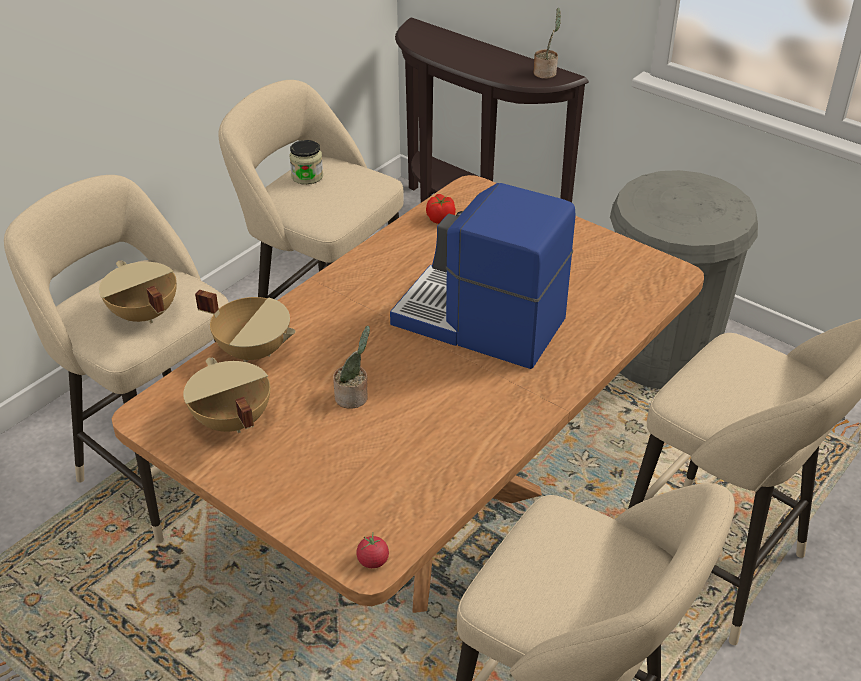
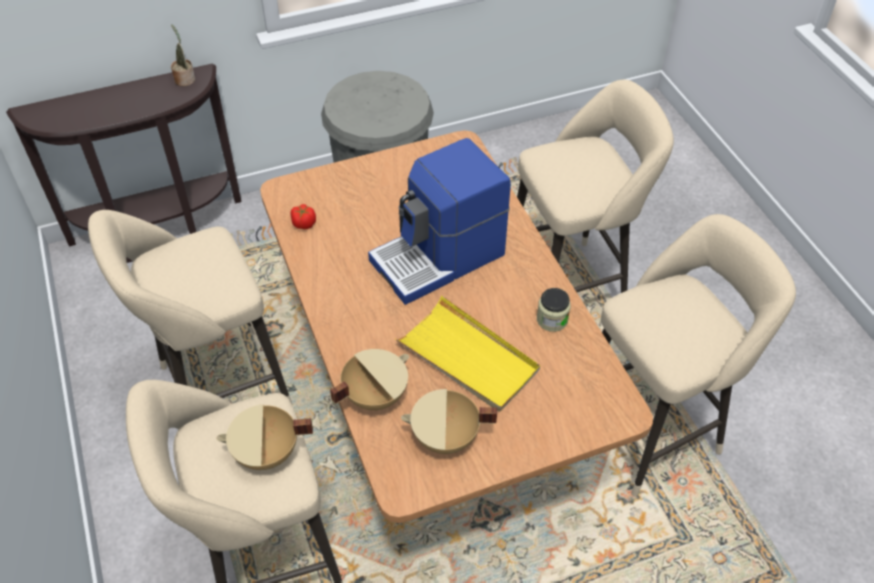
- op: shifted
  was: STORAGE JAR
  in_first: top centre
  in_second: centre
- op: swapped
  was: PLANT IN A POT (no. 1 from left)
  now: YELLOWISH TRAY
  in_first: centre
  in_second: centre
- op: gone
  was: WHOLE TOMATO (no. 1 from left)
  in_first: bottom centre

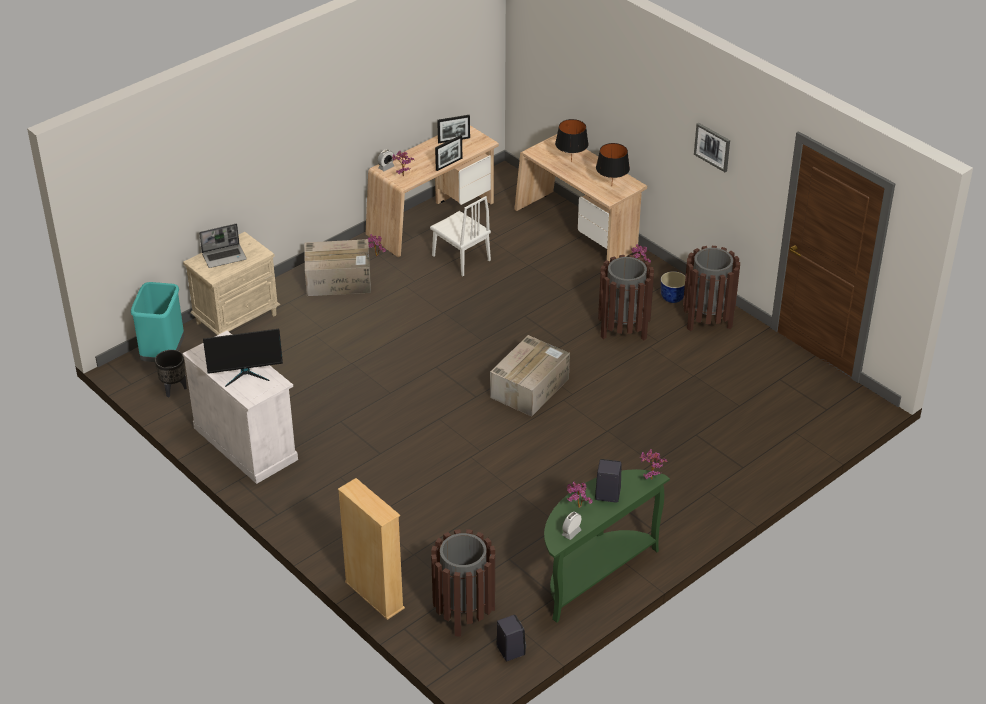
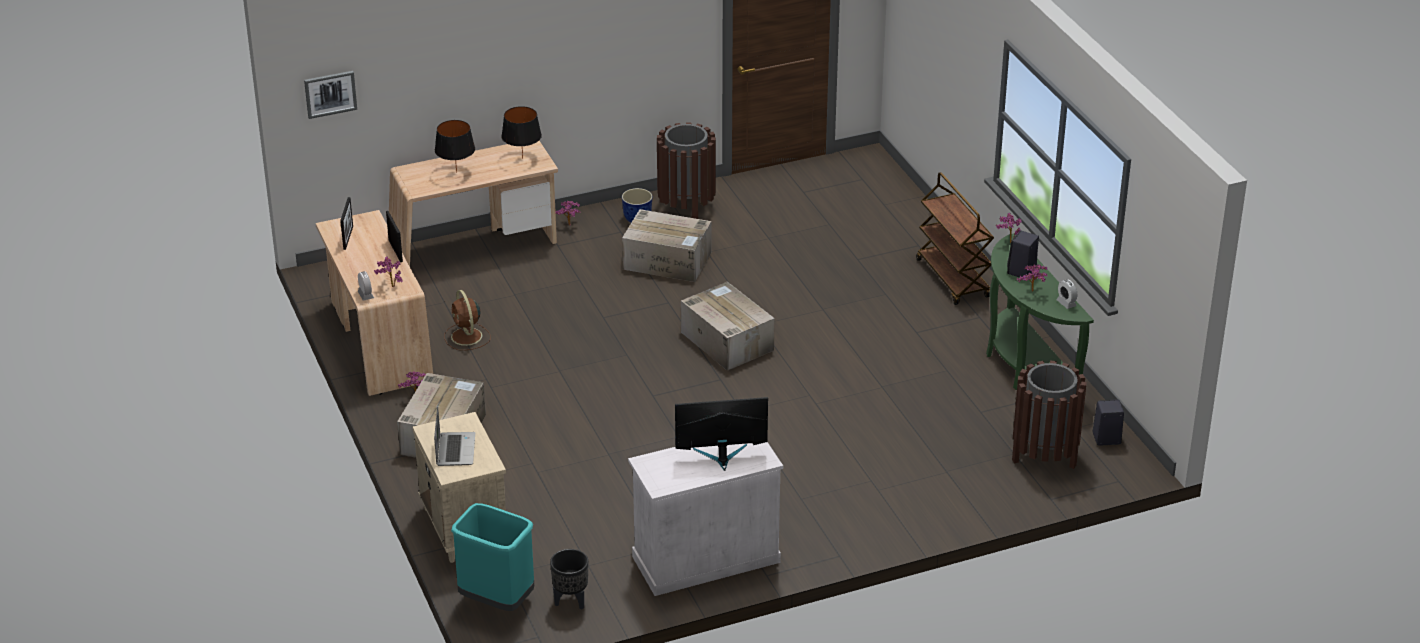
- op: shifted
  was: PICTURE
  in_first: top right
  in_second: top left
- op: swapped
  was: WHITE-COLOURED CHAIR
  now: BROWN-COLOURED COOLING FAN
  in_first: centre
  in_second: middle left
- op: swapped
  was: BROWN-COLOURED RUBBISH BIN (no. 2 from left)
  now: CARTON (no. 2 from left)
  in_first: centre
  in_second: centre
- op: rotated
  was: COMPUTER SCREEN
  in_first: middle left
  in_second: bottom centre
  clockwise: -105
- op: gone
  was: SAND-COLOURED SHELVING UNIT
  in_first: bottom centre
- op: new
  now: BROWN-COLOURED TROLLEY
  in_second: middle right

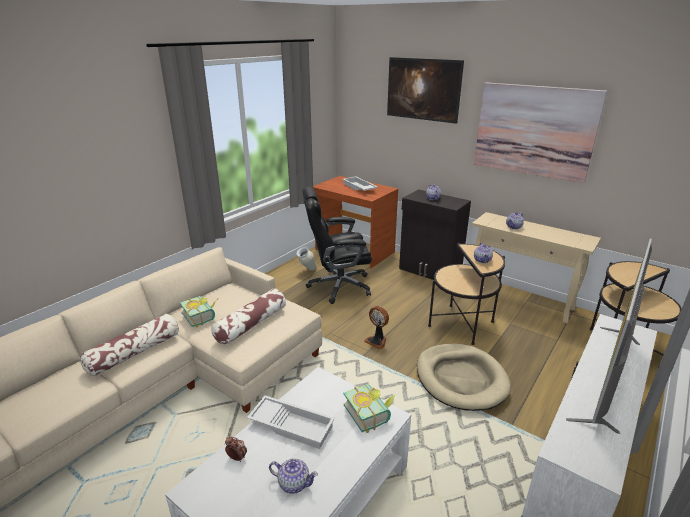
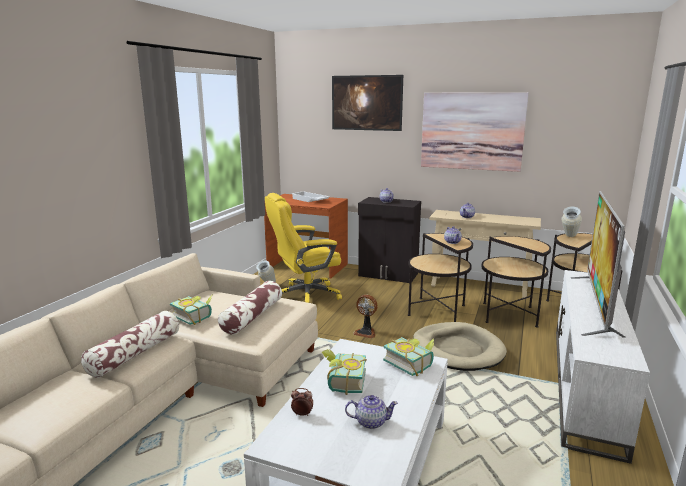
- op: repainted
  was: BLACK DESK CHAIR
  now: YELLOWISH DESK CHAIR
  in_first: centre
  in_second: centre
- op: swapped
  was: WHITE-COLOURED TRAY (no. 1 from left)
  now: VOLUME (no. 2 from left)
  in_first: bottom centre
  in_second: bottom centre
- op: new
  now: DECORATIVE VASE (no. 2 from left)
  in_second: middle right
- op: new
  now: SIDE TABLE (no. 2 from left)
  in_second: middle right

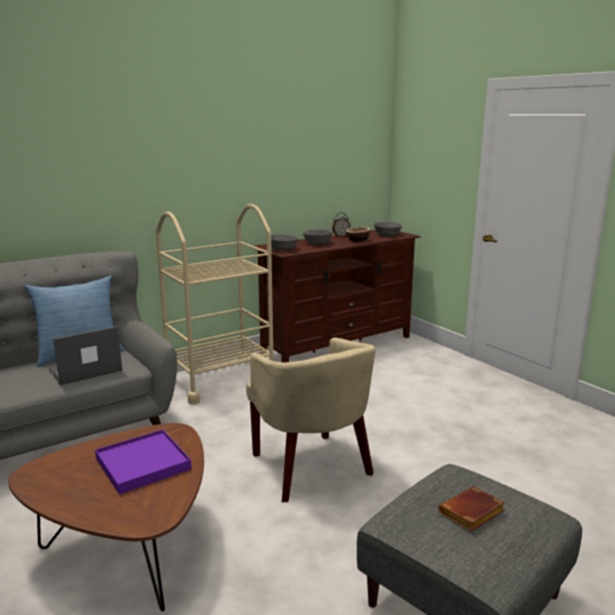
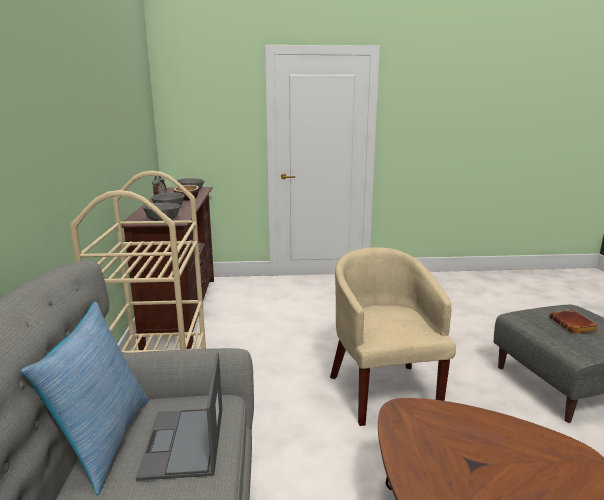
- op: rotated
  was: SAND-COLOURED LOUNGE CHAIR
  in_first: bottom centre
  in_second: bottom centre
  clockwise: -105
- op: gone
  was: PURPLE TRAY
  in_first: bottom left

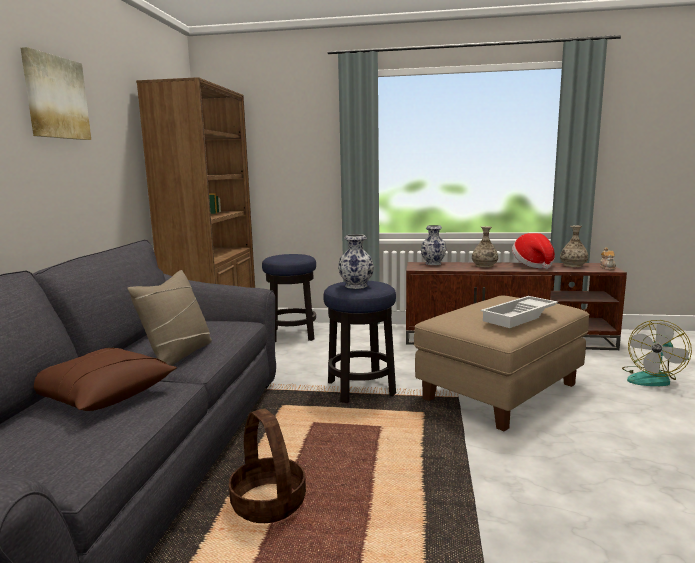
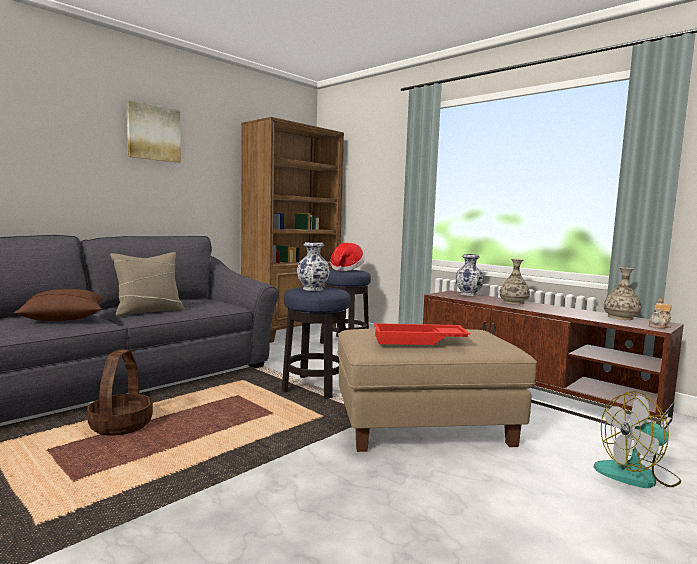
- op: shifted
  was: HAT
  in_first: middle right
  in_second: centre
- op: repainted
  was: WHITE-COLOURED TRAY
  now: RED-COLOURED TRAY
  in_first: middle right
  in_second: centre

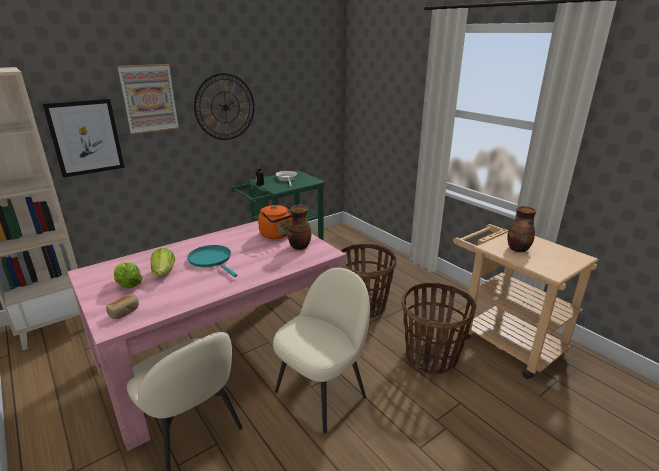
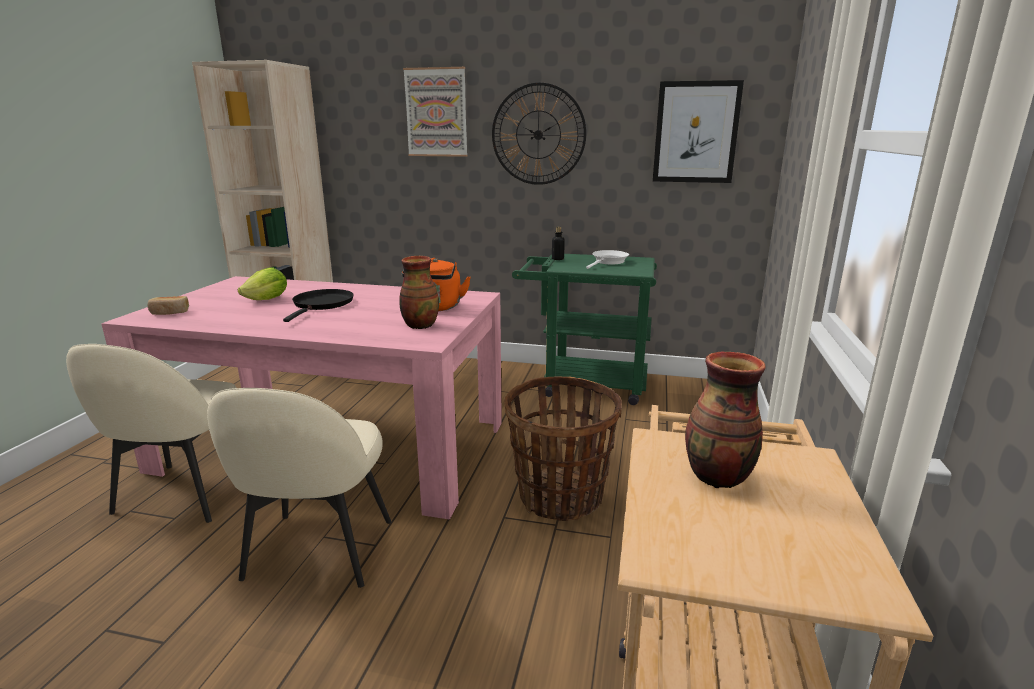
- op: shifted
  was: PICTURE (no. 1 from left in the first image)
  now: PICTURE (no. 2 from left)
  in_first: top left
  in_second: top right
- op: repainted
  was: BLUE-GREEN FRYING PAN
  now: BLACK FRYING PAN
  in_first: middle left
  in_second: middle left
- op: gone
  was: HEAD OF LETTUCE (no. 1 from left)
  in_first: middle left
- op: rotated
  was: SAND-COLOURED CHAIR (no. 2 from left)
  in_first: bottom centre
  in_second: bottom left
  clockwise: 90
- op: gone
  was: HOUSEHOLD BASKET (no. 2 from left)
  in_first: bottom centre

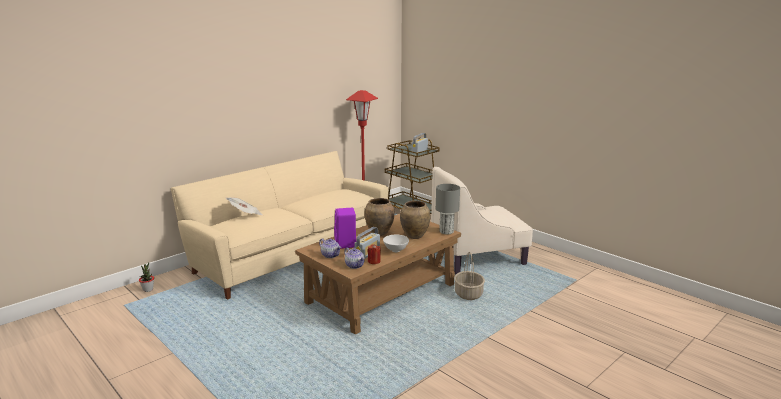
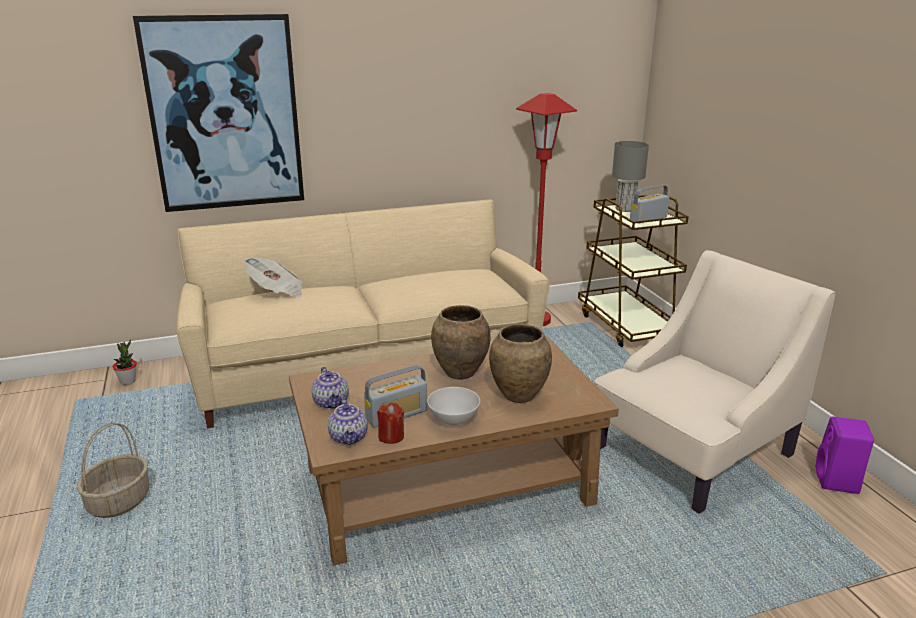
- op: rotated
  was: SAND-COLOURED LOUNGE CHAIR
  in_first: centre
  in_second: middle right
  clockwise: 135
- op: shifted
  was: GREY TABLE LAMP
  in_first: centre
  in_second: top right
- op: shifted
  was: PURPLE LOUDSPEAKER
  in_first: centre
  in_second: bottom right
- op: shifted
  was: HOUSEHOLD BASKET
  in_first: bottom centre
  in_second: bottom left
- op: new
  now: PICTURE
  in_second: top left

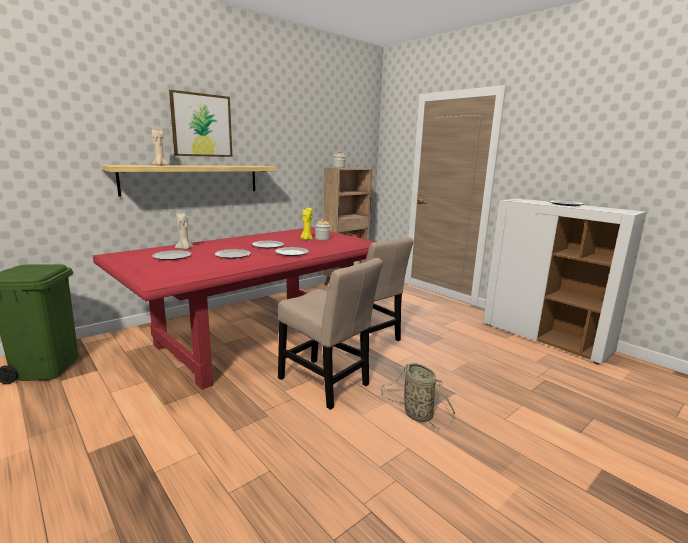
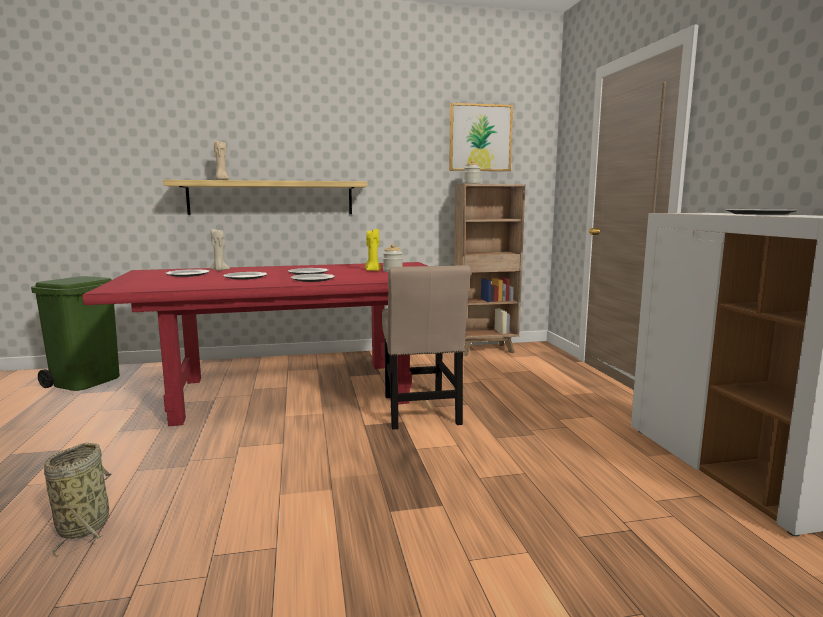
- op: shifted
  was: PICTURE
  in_first: top left
  in_second: top centre
- op: gone
  was: SAND-COLOURED CHAIR (no. 1 from left)
  in_first: centre
- op: shifted
  was: HOUSEHOLD BASKET
  in_first: bottom centre
  in_second: bottom left

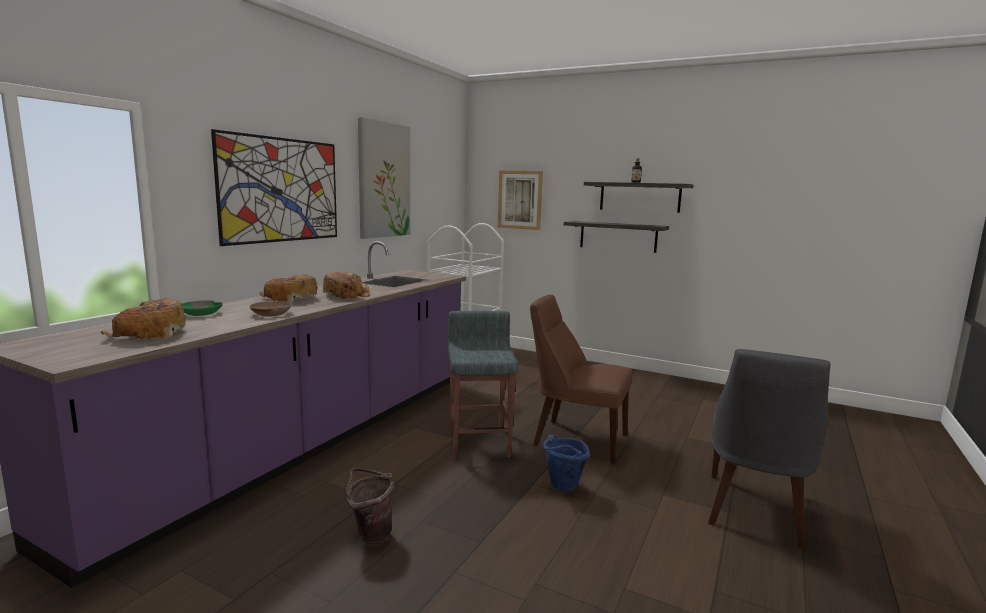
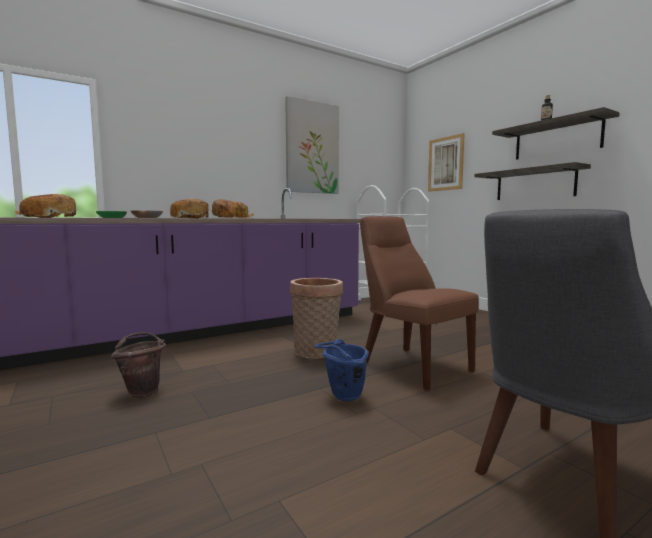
- op: gone
  was: PICTURE (no. 1 from left)
  in_first: top left
- op: swapped
  was: GREY STOOL SEAT
  now: HOUSEHOLD BASKET
  in_first: centre
  in_second: centre

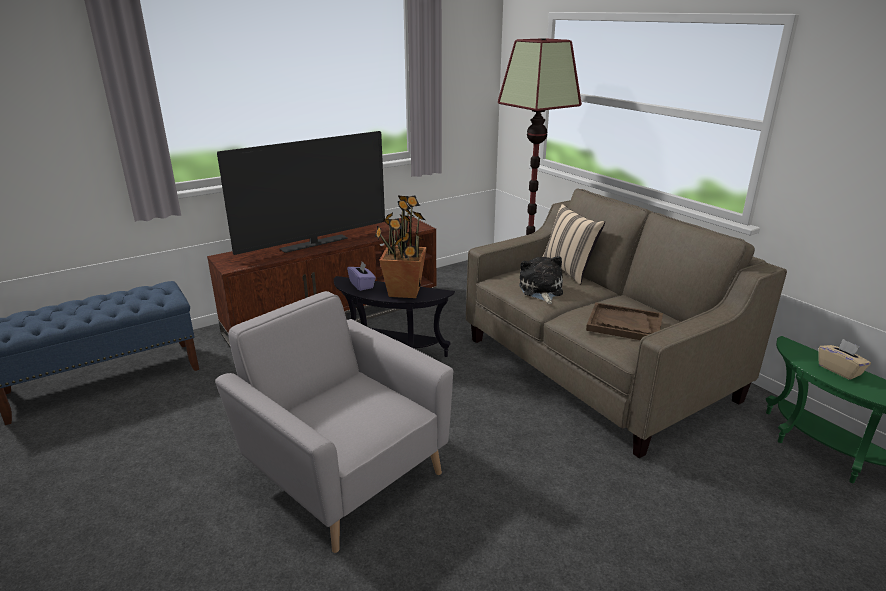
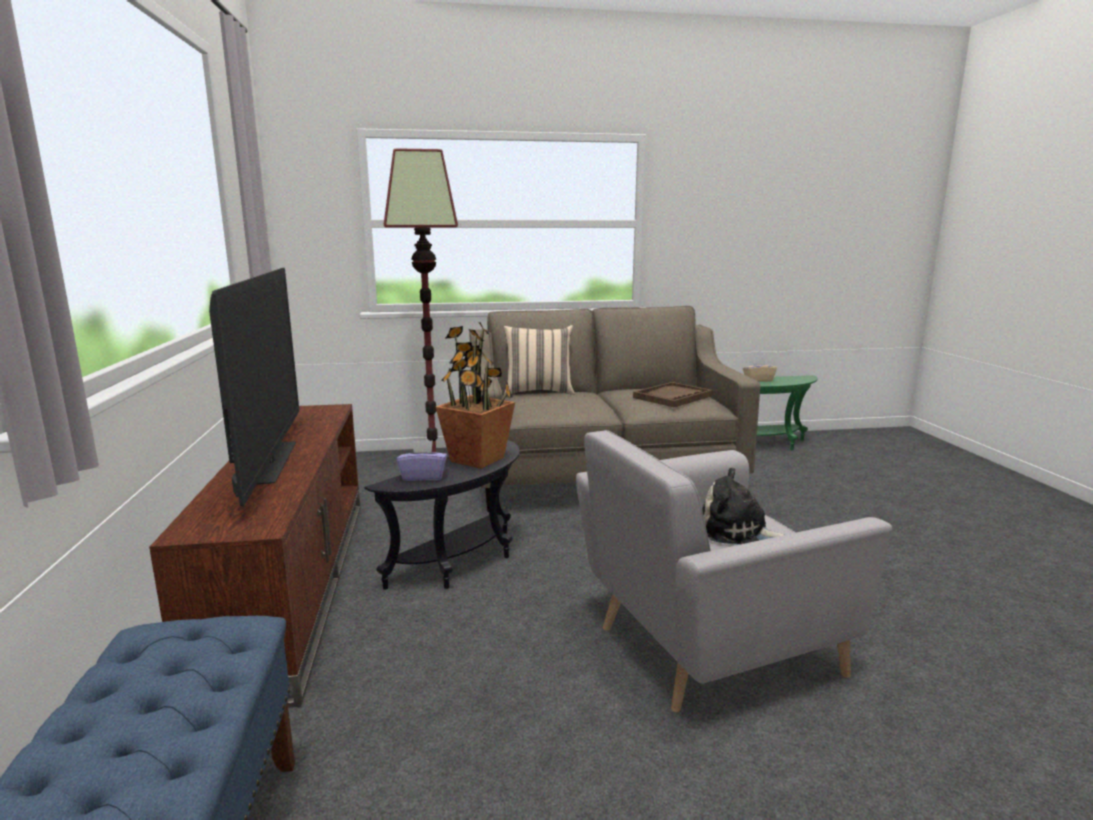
- op: shifted
  was: PLUSH TOY
  in_first: centre
  in_second: middle right

